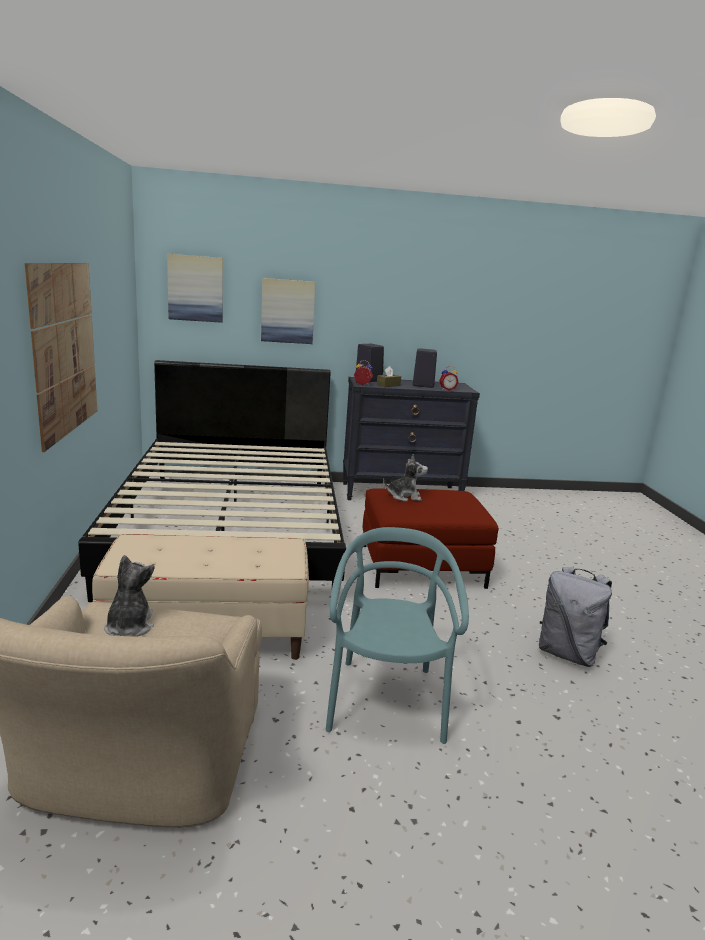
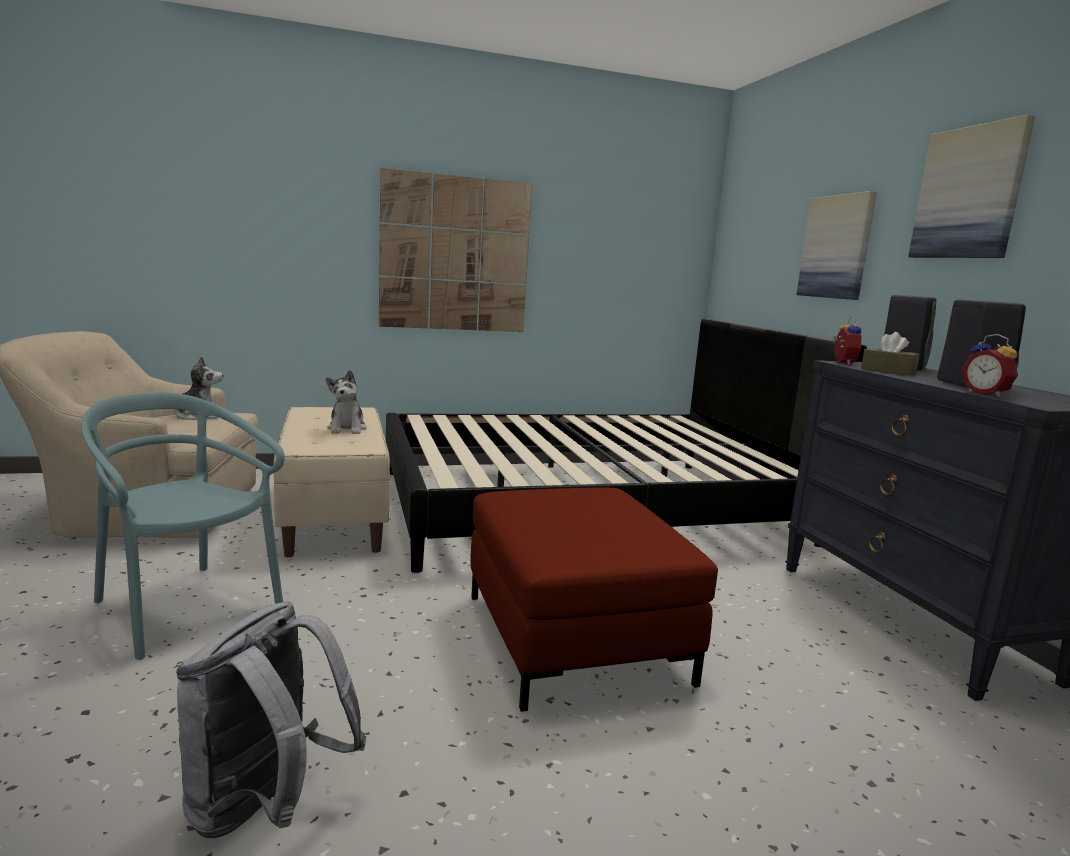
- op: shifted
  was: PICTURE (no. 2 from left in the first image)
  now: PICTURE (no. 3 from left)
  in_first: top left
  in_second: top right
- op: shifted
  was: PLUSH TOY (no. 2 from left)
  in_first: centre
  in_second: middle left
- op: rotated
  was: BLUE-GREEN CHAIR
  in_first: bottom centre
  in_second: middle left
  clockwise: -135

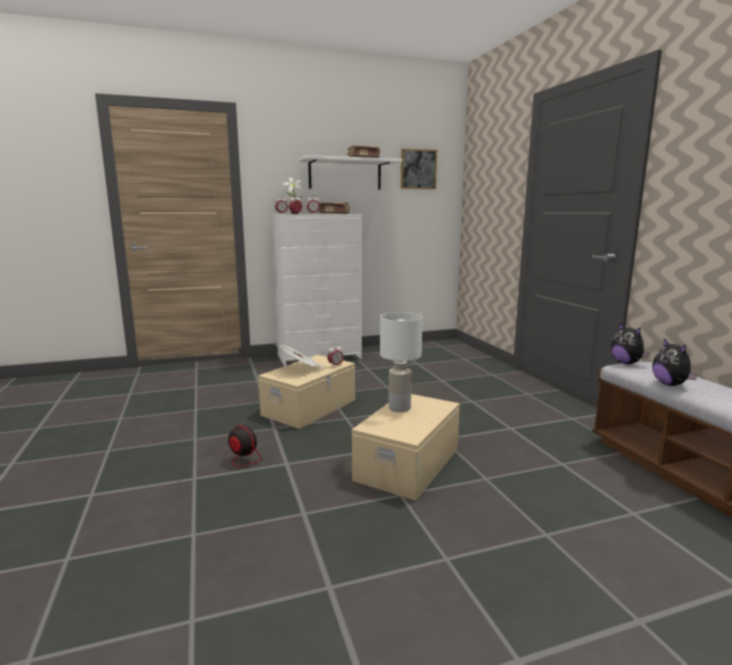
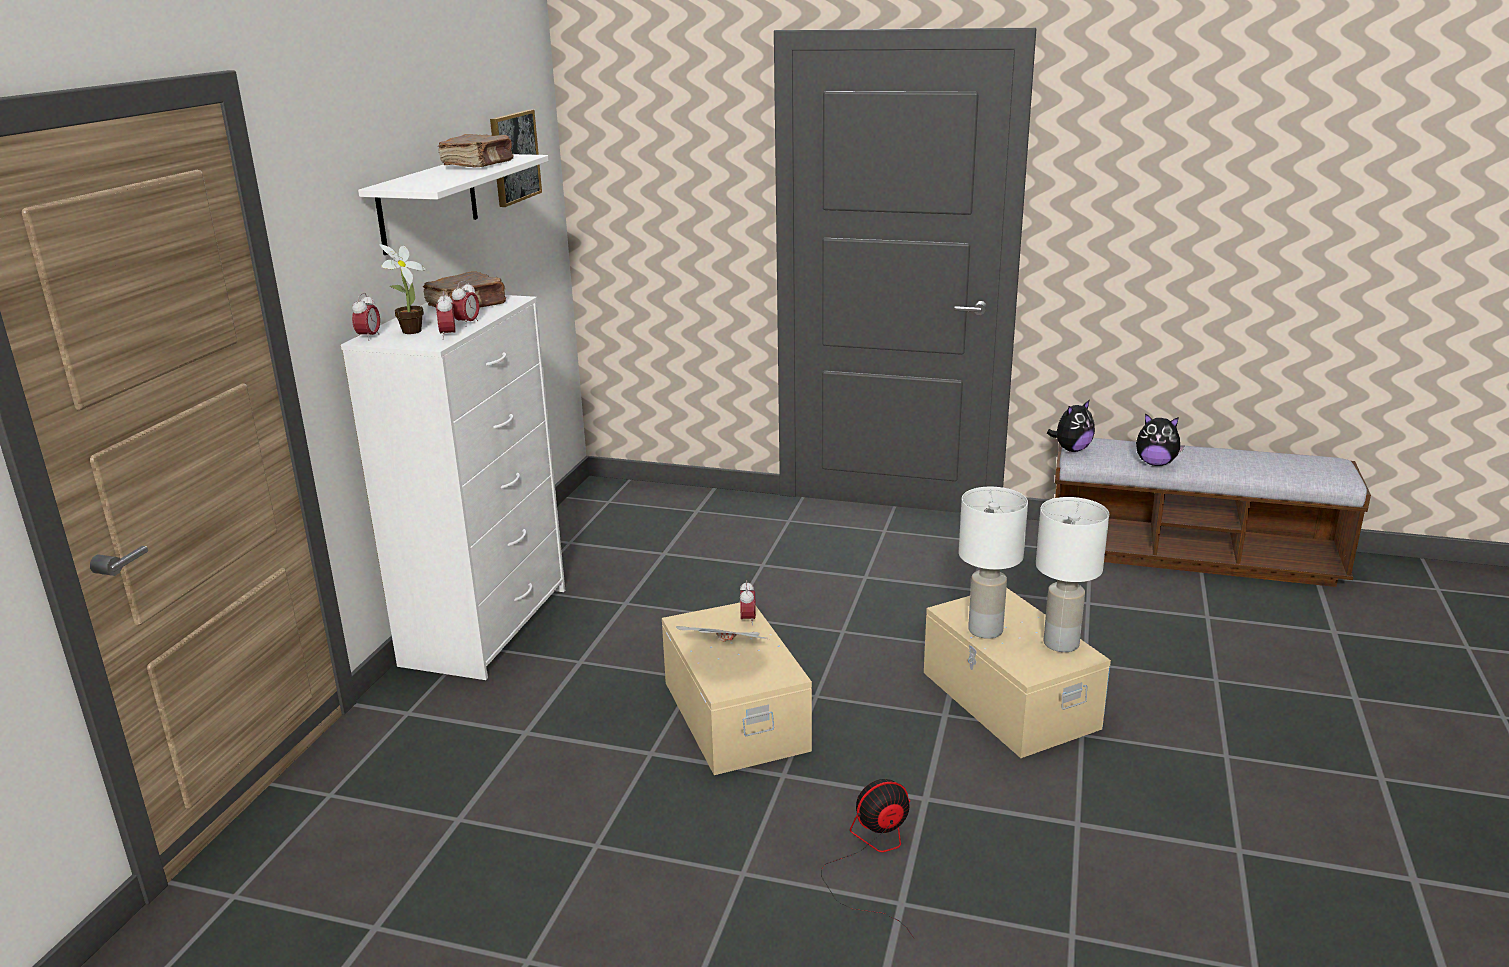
- op: rotated
  was: PLUSH TOY (no. 1 from left)
  in_first: middle right
  in_second: middle right
  clockwise: -45
- op: new
  now: WHITE-COLOURED TABLE LAMP (no. 2 from left)
  in_second: middle right

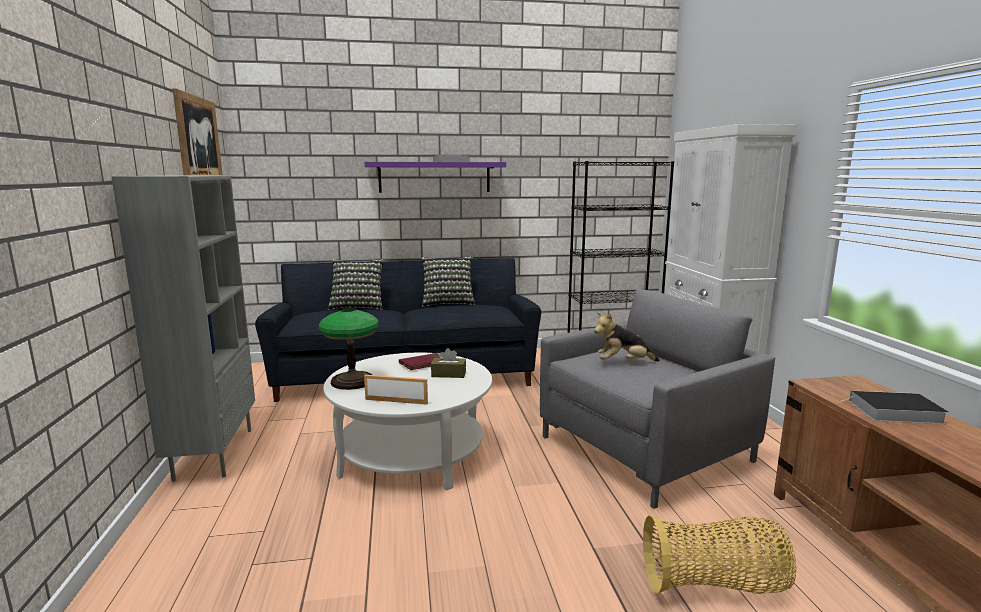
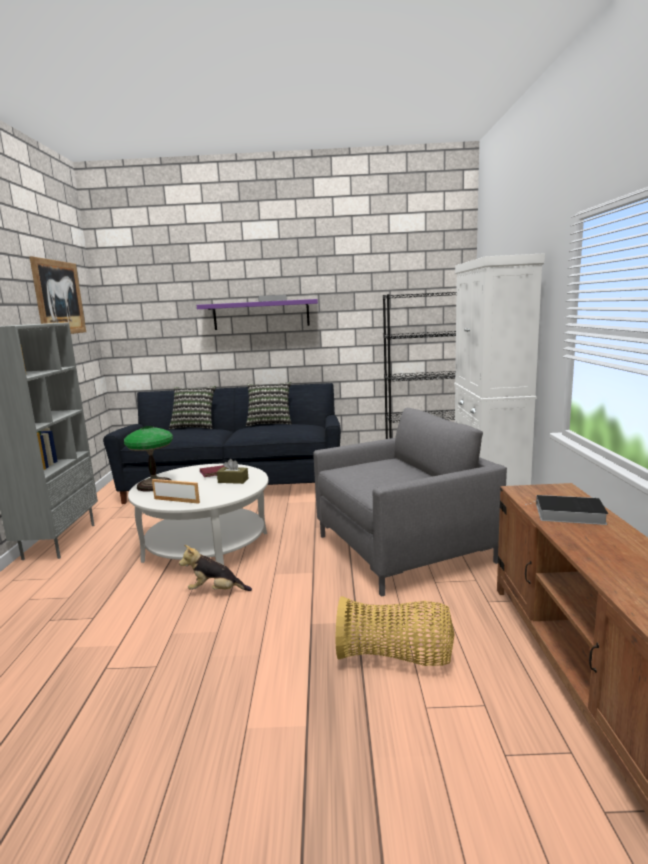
- op: shifted
  was: PLUSH TOY
  in_first: centre
  in_second: middle left

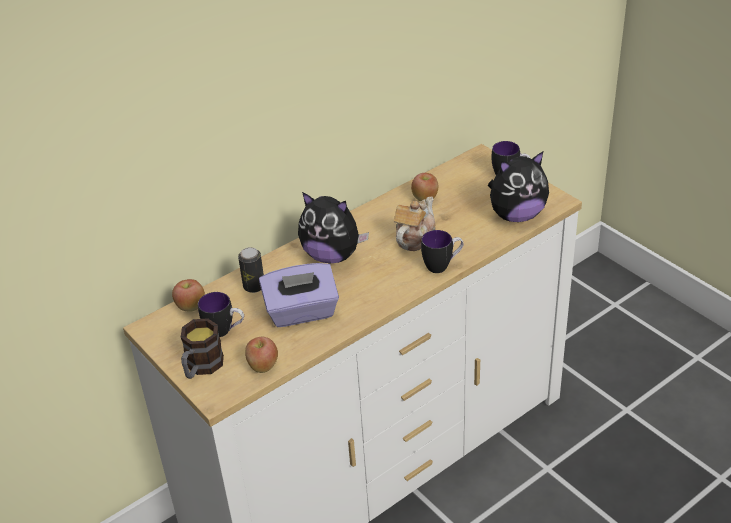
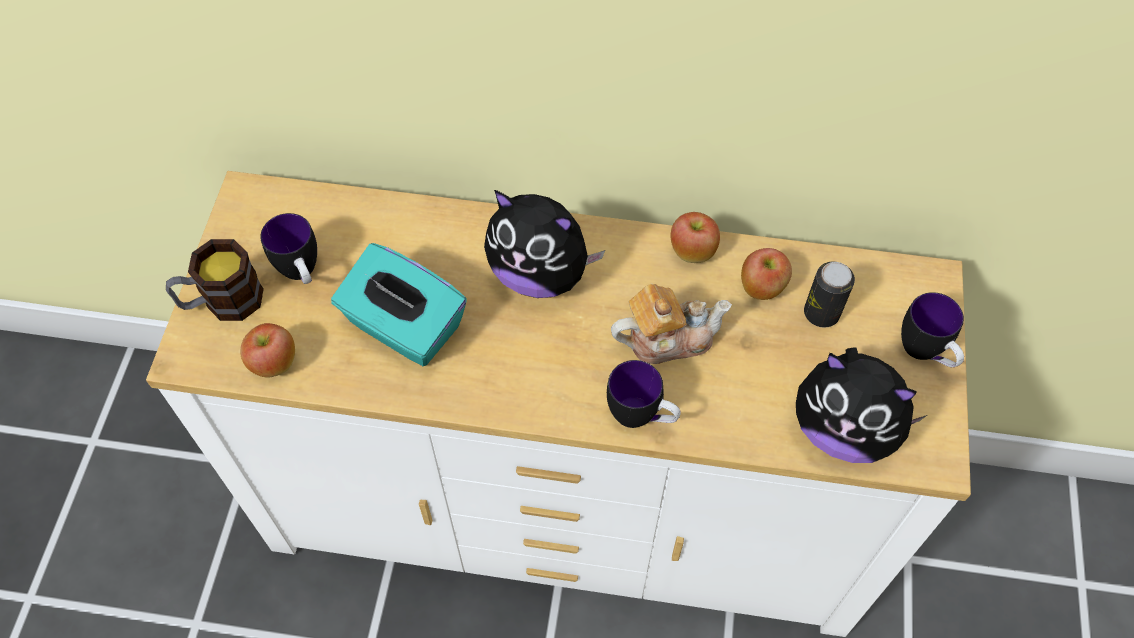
- op: rotated
  was: PLUSH TOY (no. 1 from left)
  in_first: centre
  in_second: centre
  clockwise: -45
- op: shifted
  was: SEALED CAN
  in_first: centre
  in_second: middle right
- op: repainted
  was: PURPLE TISSUE HOLDER
  now: BLUE-GREEN TISSUE HOLDER
  in_first: centre
  in_second: centre
- op: shifted
  was: APPLE FRUIT (no. 1 from left in the first image)
  now: APPLE FRUIT (no. 2 from left)
  in_first: middle left
  in_second: centre

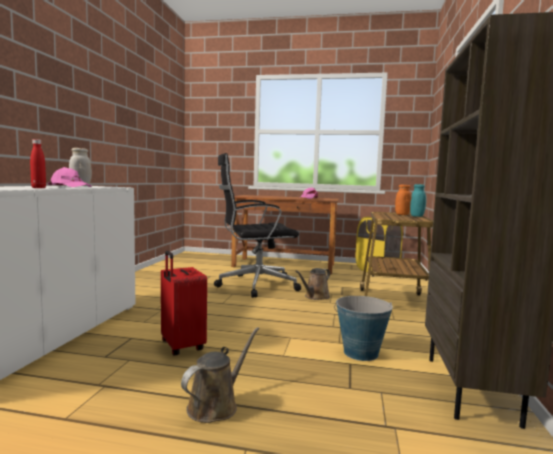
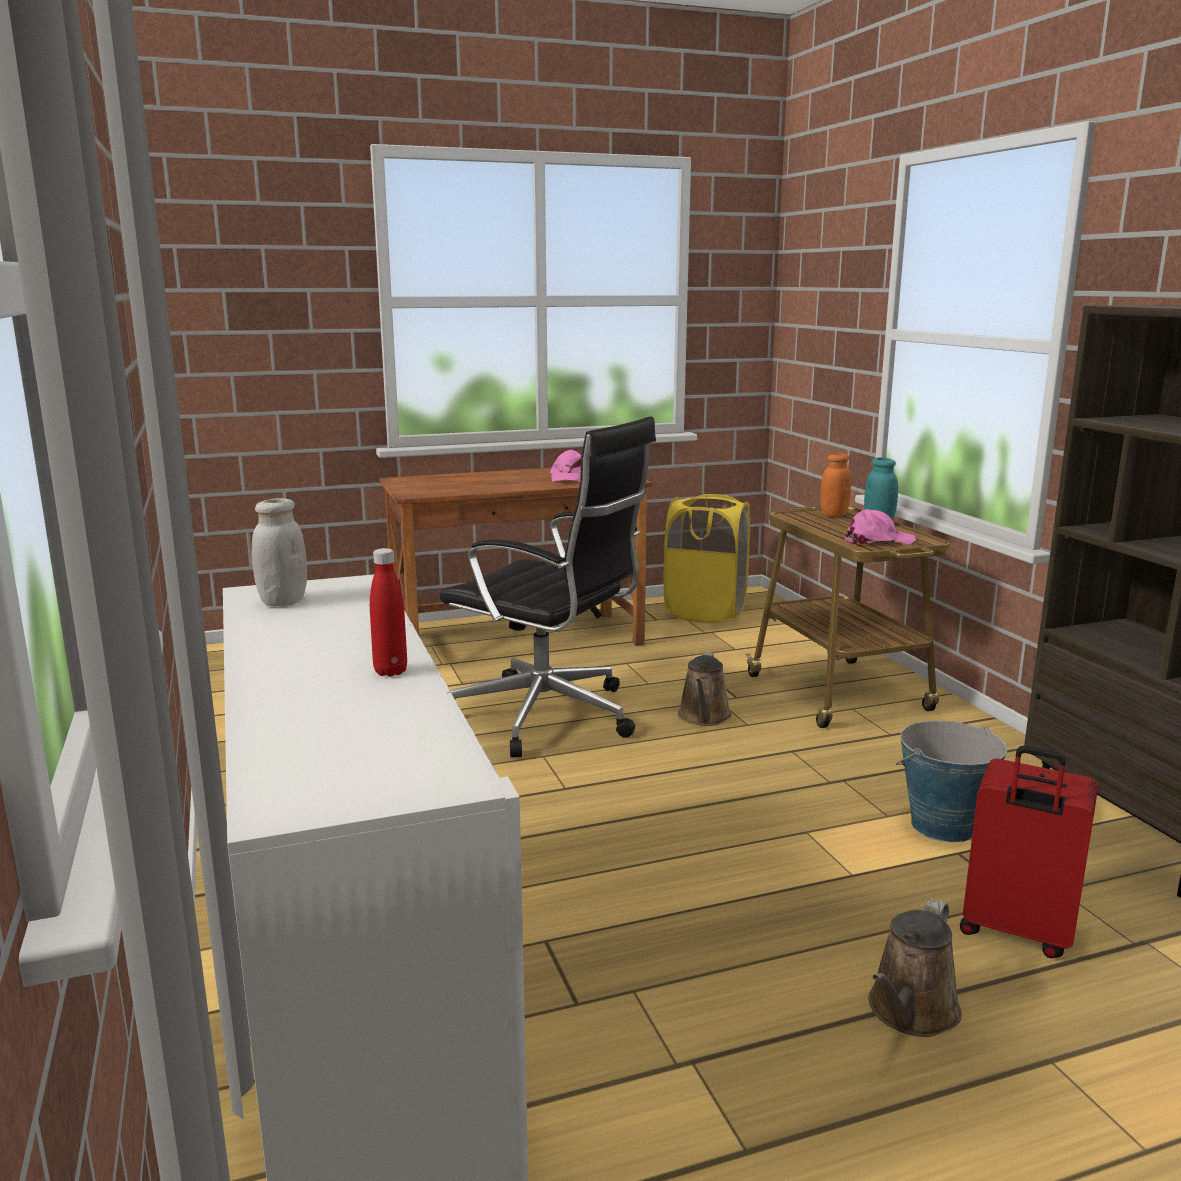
- op: rotated
  was: BLACK DESK CHAIR
  in_first: centre
  in_second: centre
  clockwise: -105
- op: shifted
  was: PINKISH CAP (no. 1 from left in the first image)
  now: PINKISH CAP (no. 2 from left)
  in_first: middle left
  in_second: middle right
- op: shifted
  was: RED-COLOURED PIECE OF LUGGAGE
  in_first: bottom left
  in_second: bottom right
- op: rotated
  was: BROWN-COLOURED SPRINKLING CAN (no. 1 from left in the first image)
  in_first: bottom centre
  in_second: bottom right
  clockwise: -150

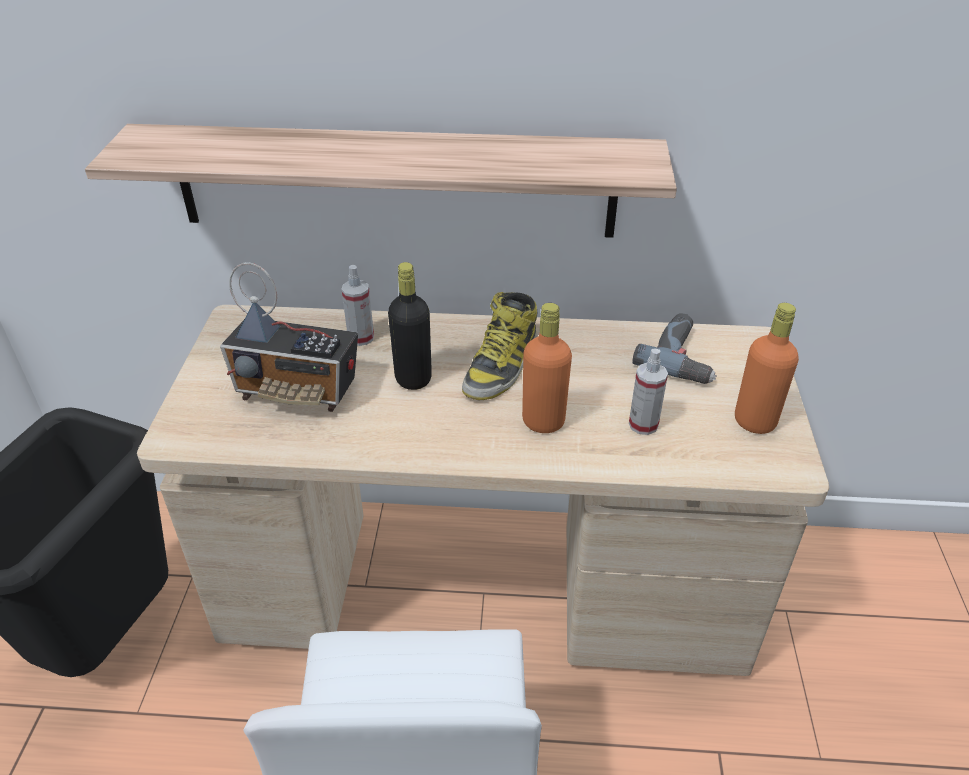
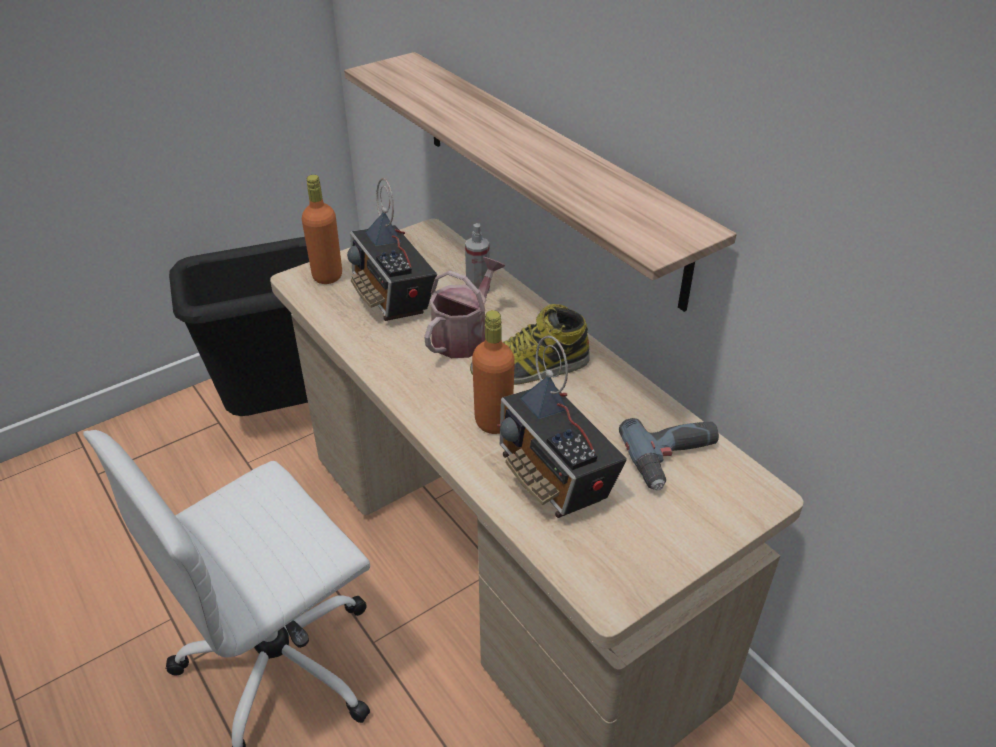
- op: swapped
  was: BLACK BOTTLE
  now: SPRINKLING CAN
  in_first: centre
  in_second: centre
- op: shifted
  was: ORANGE BOTTLE (no. 2 from left in the first image)
  now: ORANGE BOTTLE (no. 1 from left)
  in_first: middle right
  in_second: top left
- op: swapped
  was: HAND SPRAYER (no. 2 from left)
  now: RADIO SET (no. 2 from left)
  in_first: middle right
  in_second: centre

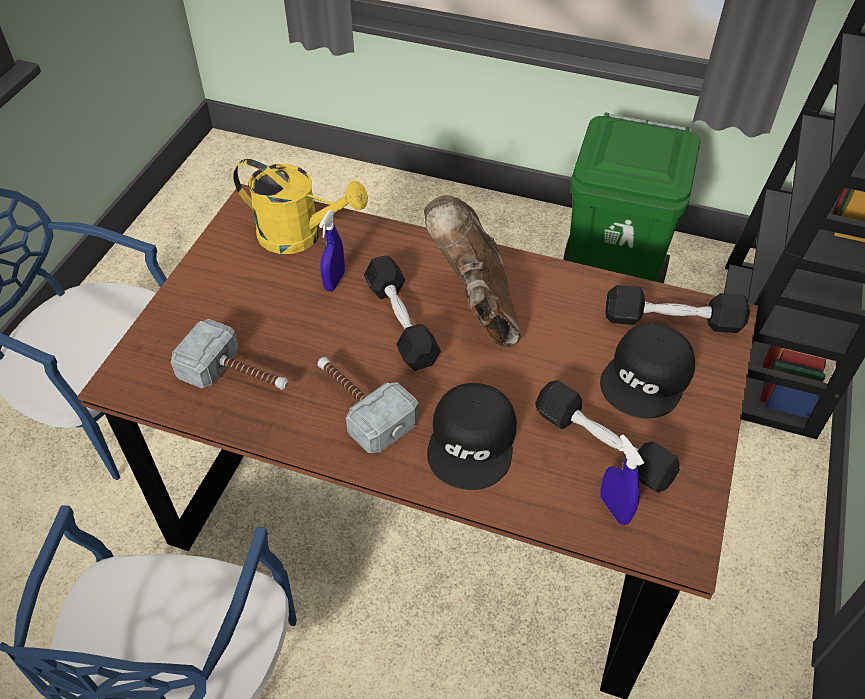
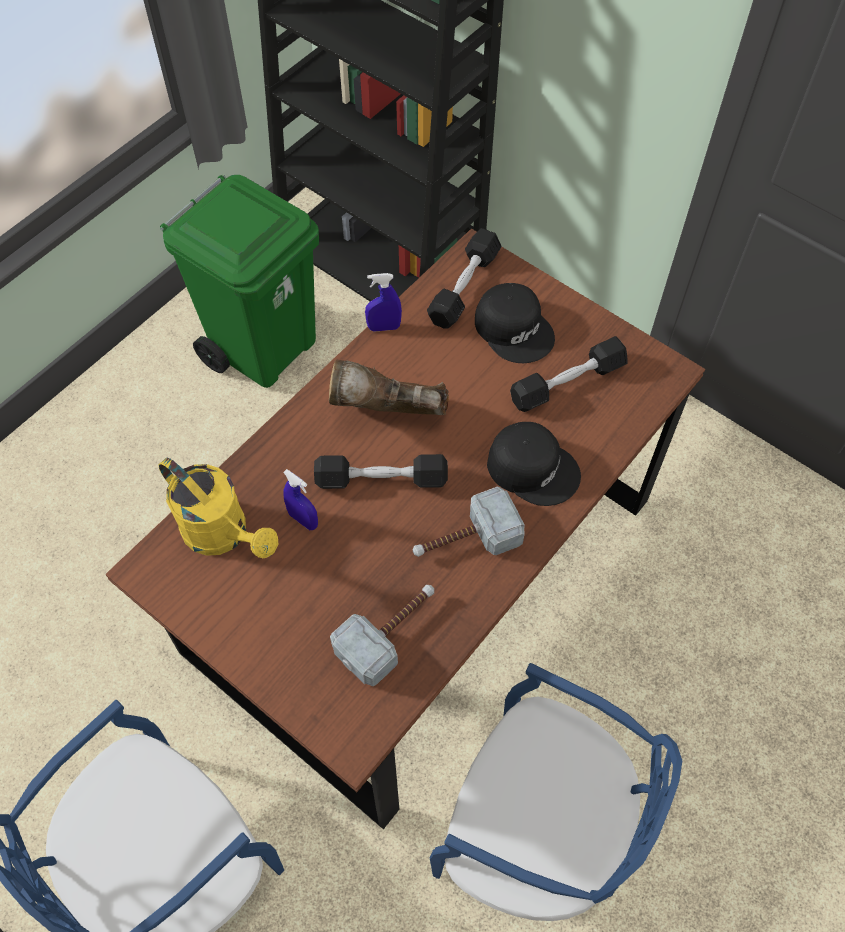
- op: rotated
  was: YELLOWISH SPRINKLING CAN
  in_first: top centre
  in_second: middle left
  clockwise: 90
- op: shifted
  was: BLUE HAND SPRAYER (no. 2 from left)
  in_first: bottom right
  in_second: top centre

